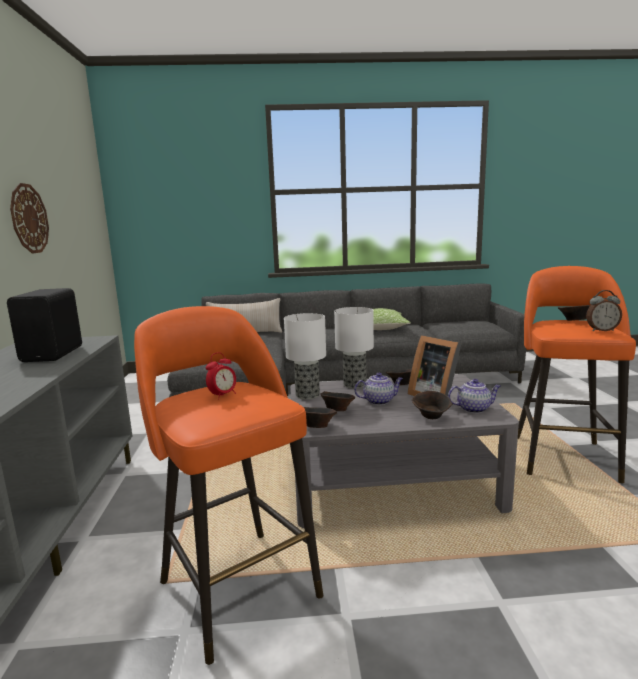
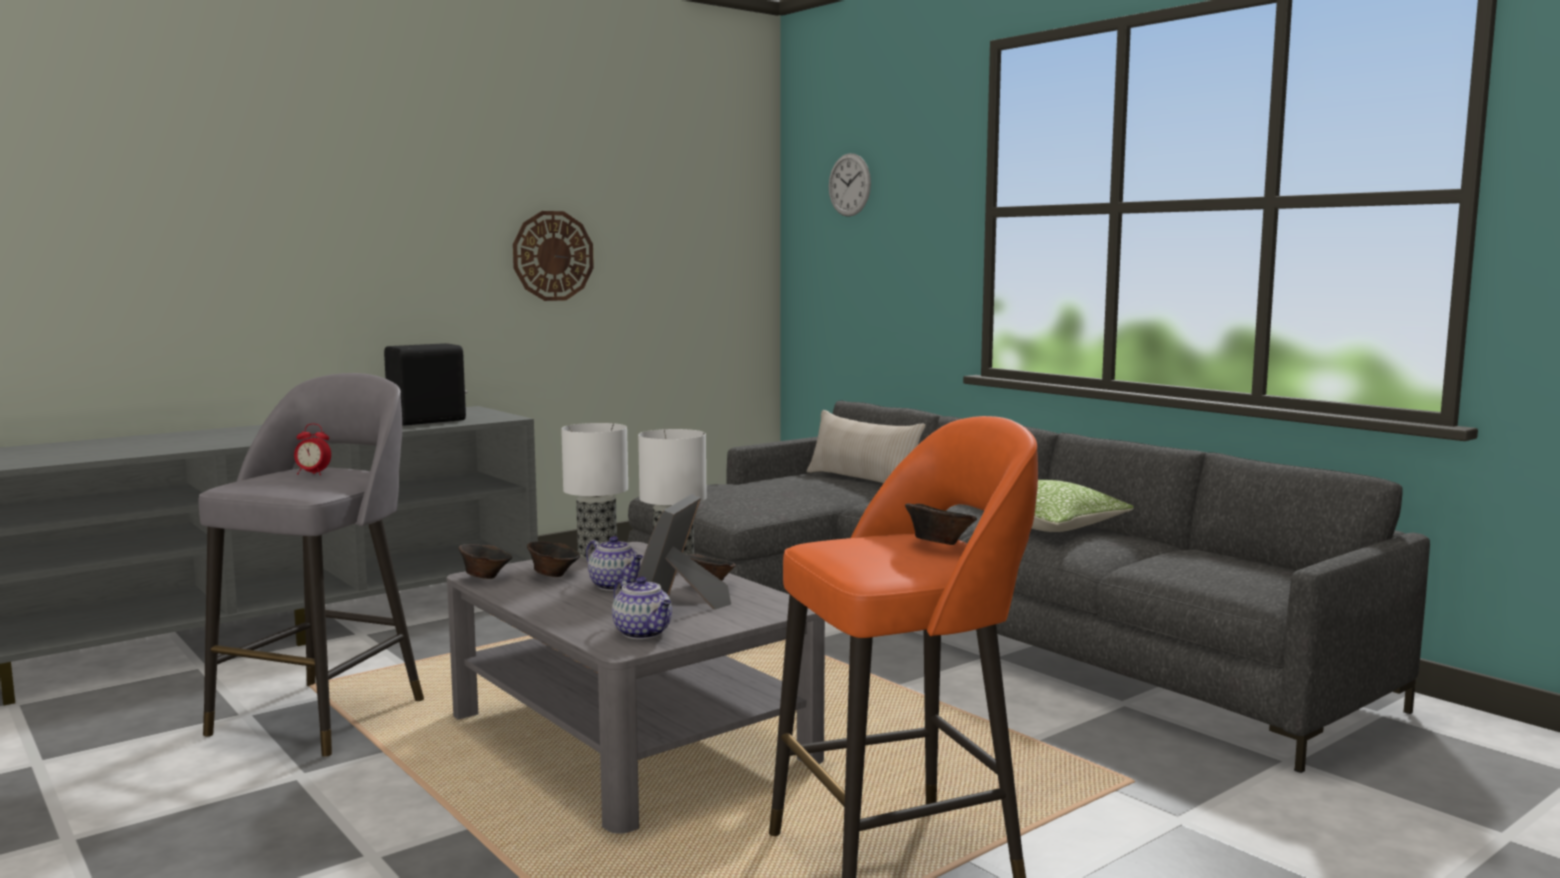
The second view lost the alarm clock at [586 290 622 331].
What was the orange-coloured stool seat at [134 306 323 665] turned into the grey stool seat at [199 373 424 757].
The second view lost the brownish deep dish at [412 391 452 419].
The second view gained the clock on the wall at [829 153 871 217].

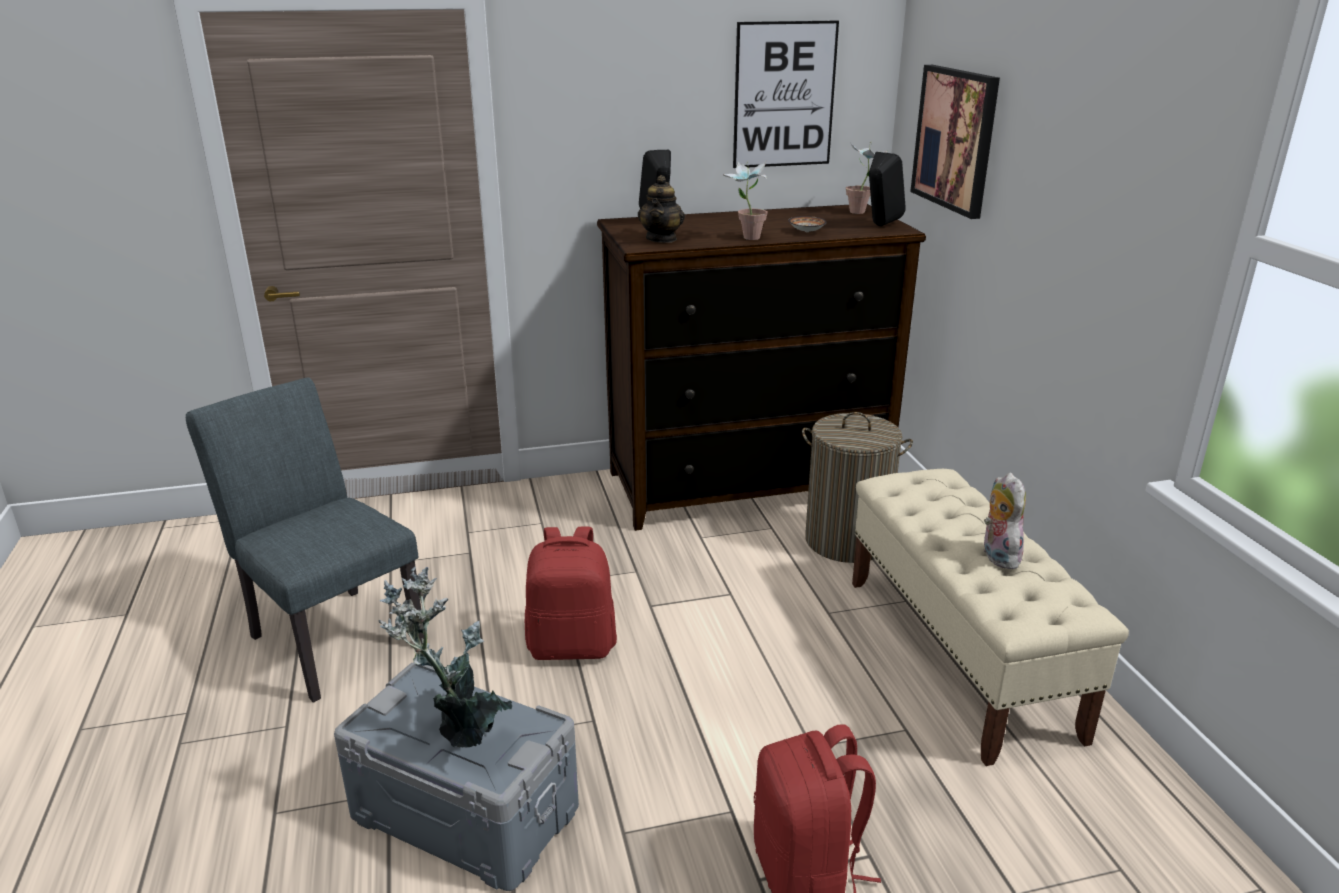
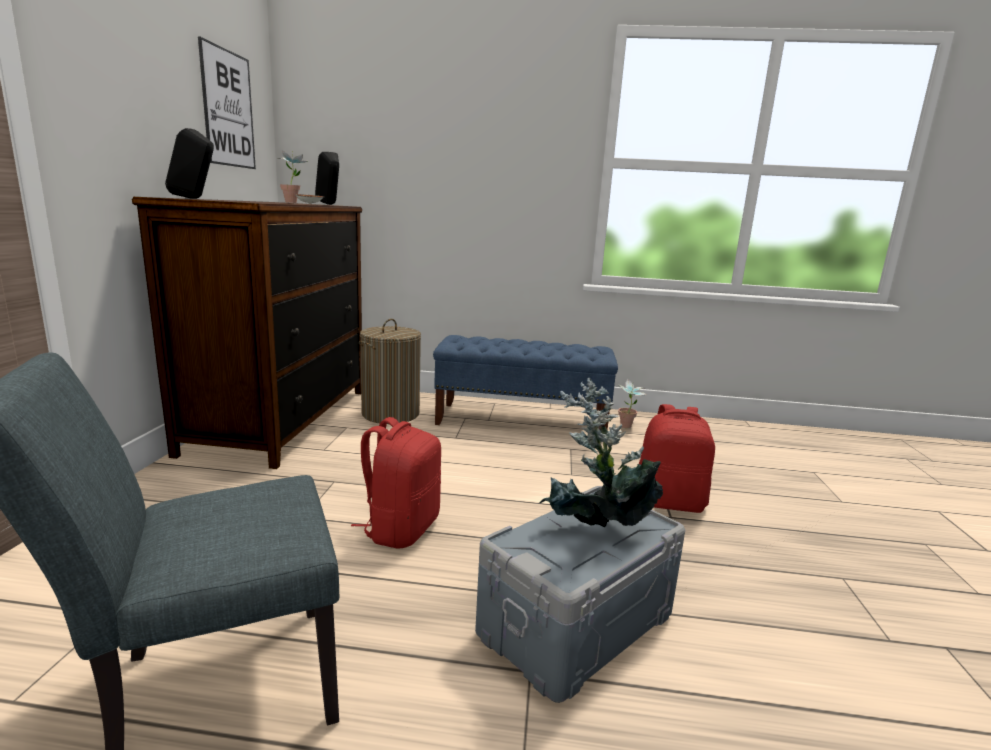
The second view lost the wall art at [910 65 1000 219].
The potted plant ended up elsewhere, having gone from [723 160 768 240] to [618 378 646 428].
The second view lost the teapot at [638 175 685 243].
What was the beige-coloured bench at [852 469 1129 766] turned into the blue-coloured bench at [433 335 618 430].
The second view lost the cuddly toy at [984 473 1026 569].

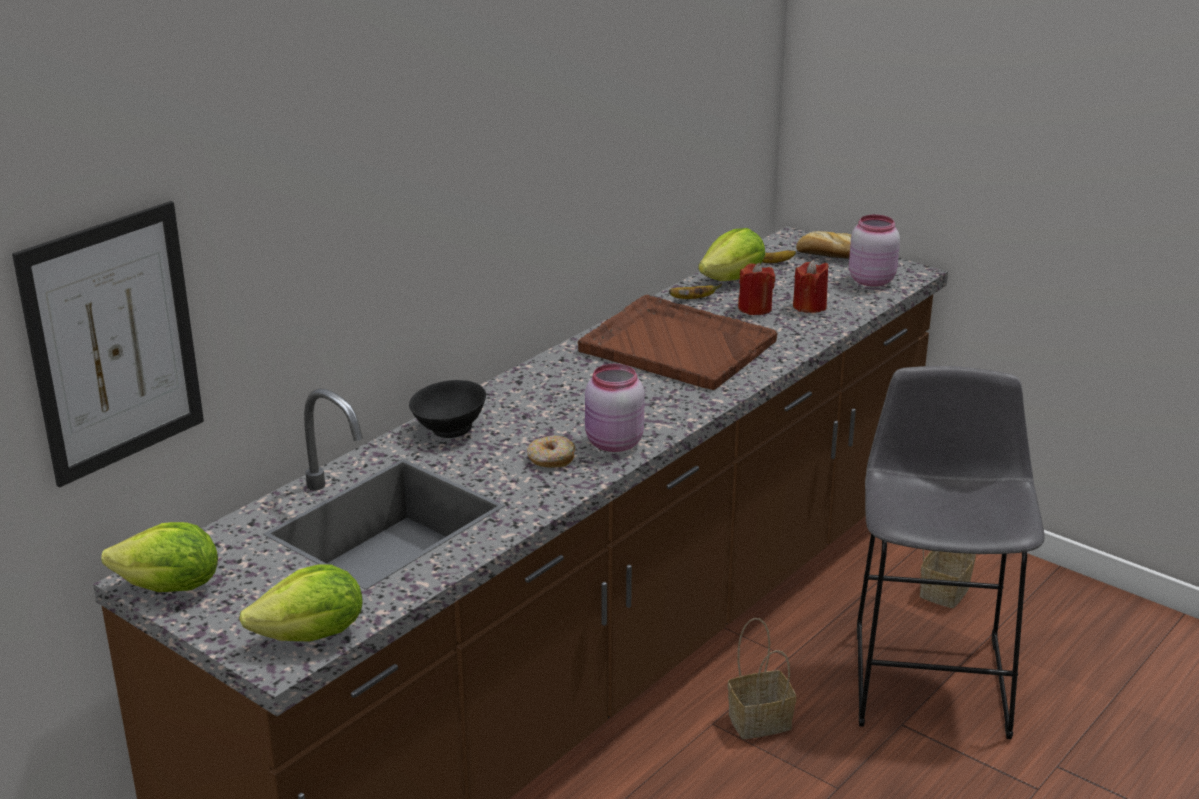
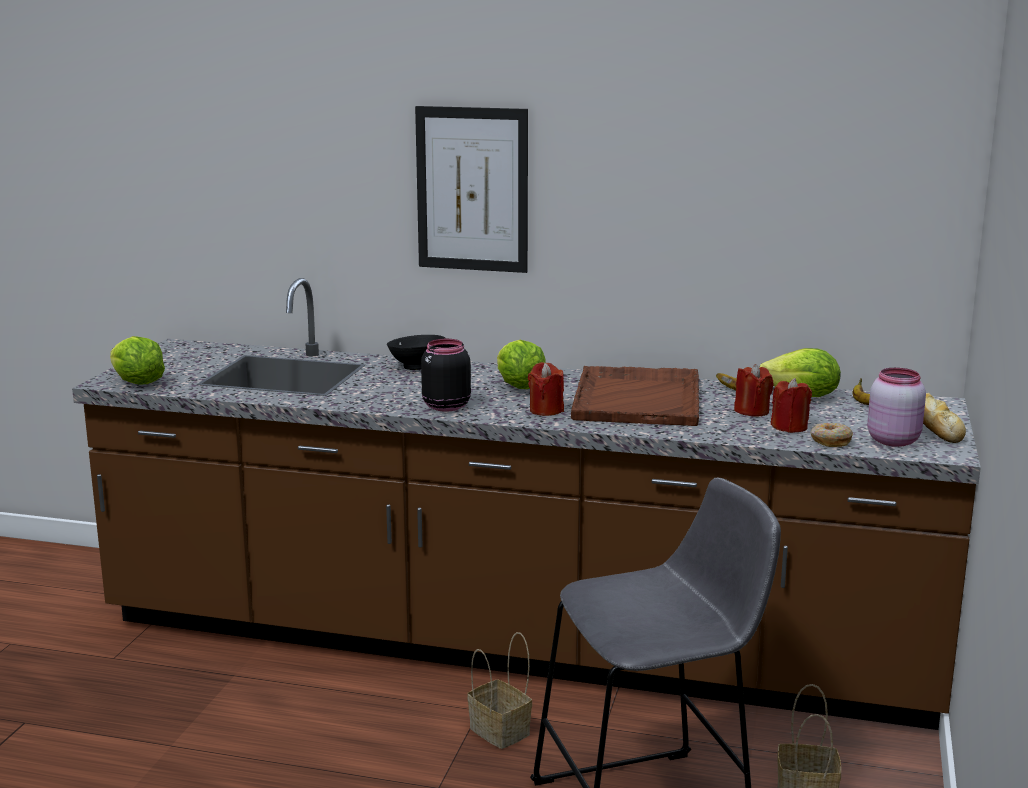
The wall art ended up elsewhere, having gone from [12 201 204 487] to [415 106 528 273].
What was the pink jar at [585 364 645 452] turned into the black-coloured jar at [421 339 471 412].
The donut ended up elsewhere, having gone from [527 436 575 468] to [811 423 853 447].
The lettuce head ended up elsewhere, having gone from [101 522 218 592] to [497 340 545 389].
The second view gained the reddish wax light at [528 362 564 416].

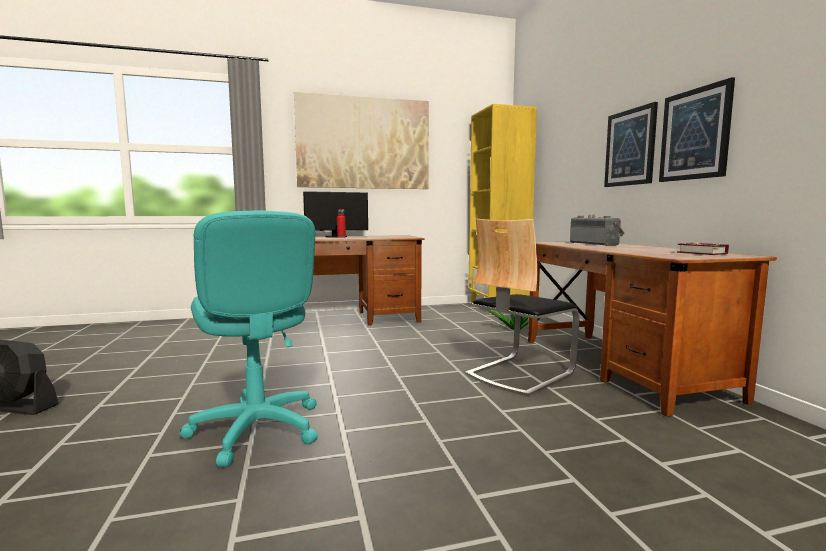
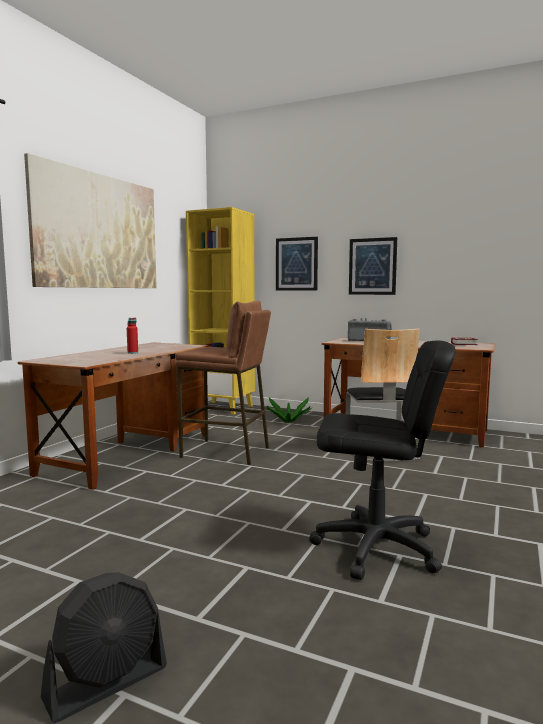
The wall art ended up elsewhere, having gone from [659 77 735 182] to [276 237 318 291].
The second view lost the monitor at [303 191 368 238].
What was the blue-green office chair at [179 211 318 467] turned into the black-coloured office chair at [309 340 456 580].
The second view gained the brownish stool seat at [175 301 271 465].

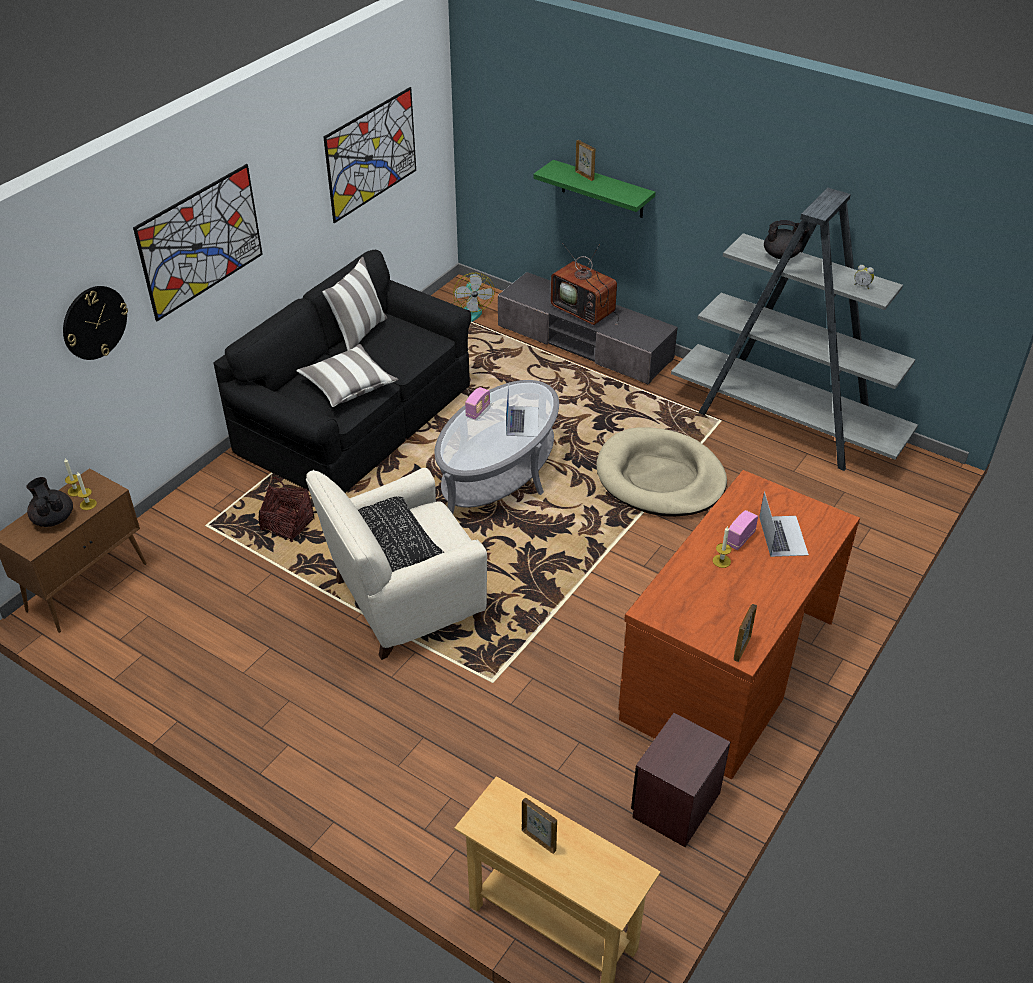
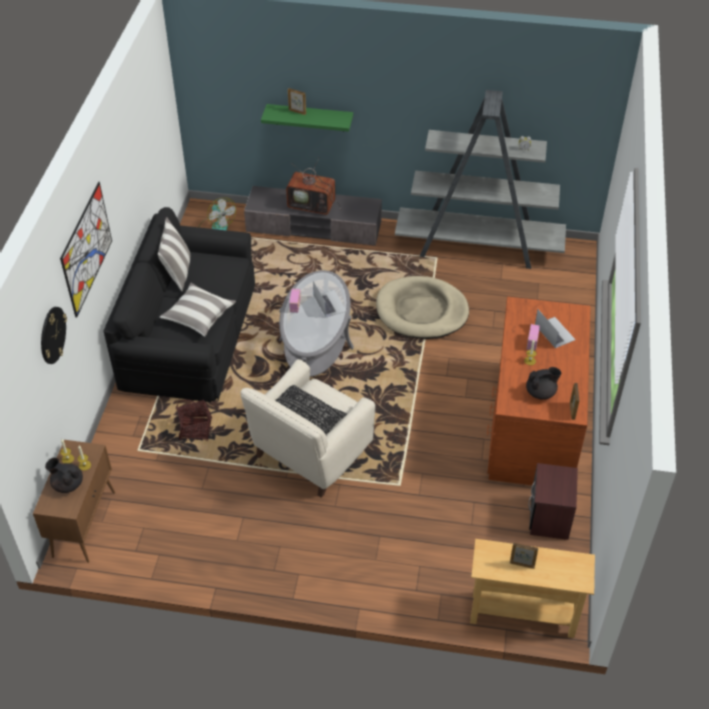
The second view lost the wall art at [323 87 416 223].
The black-coloured teapot ended up elsewhere, having gone from [764 220 809 259] to [526 367 561 400].

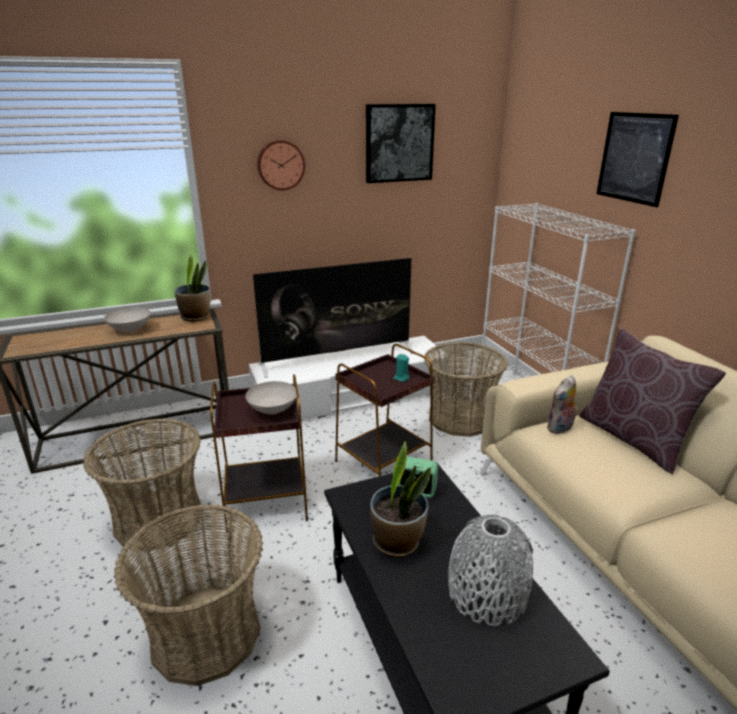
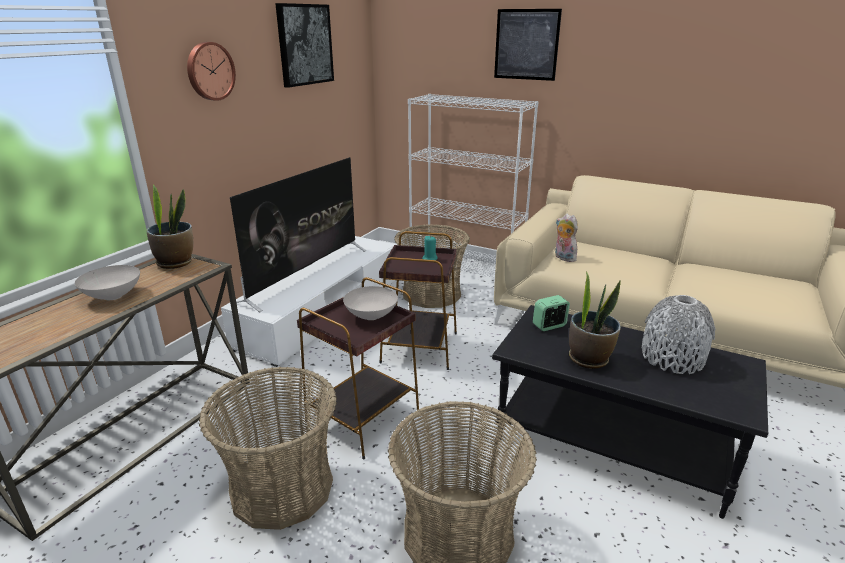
The second view lost the brownish throw pillow at [579 329 726 474].
The cuddly toy at [546 375 578 434] ended up facing another way, 135 degrees clockwise from before.

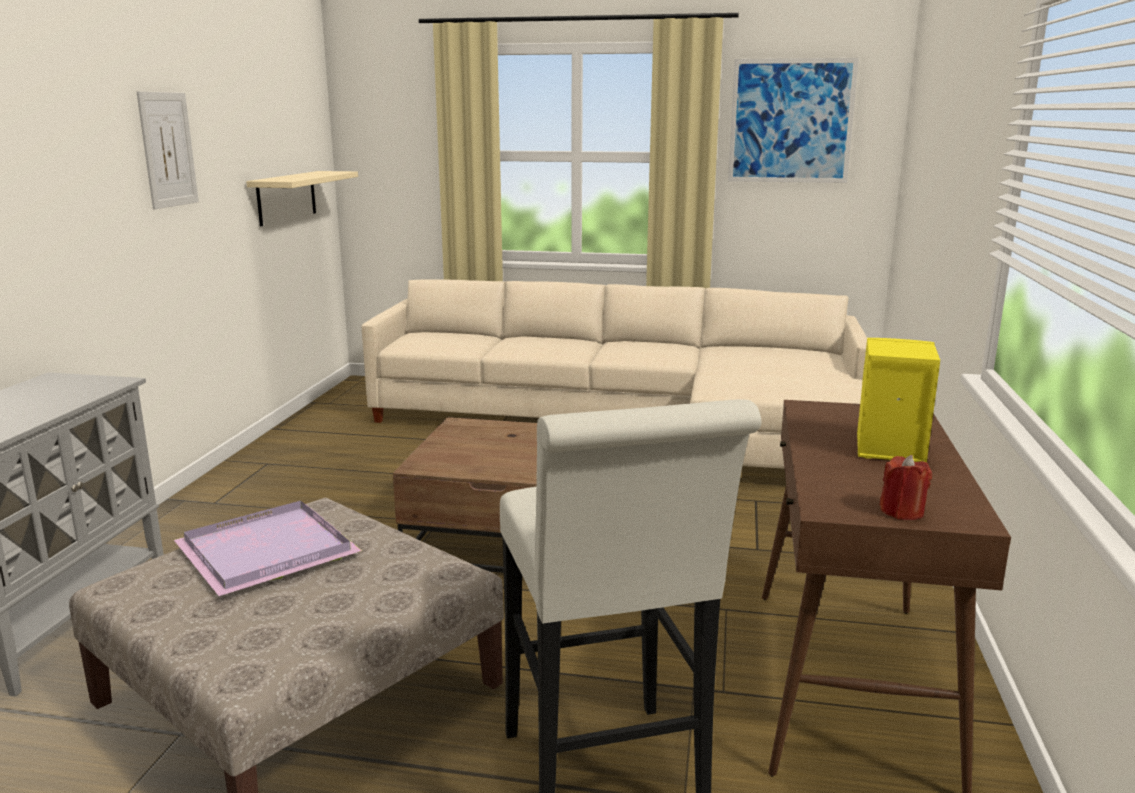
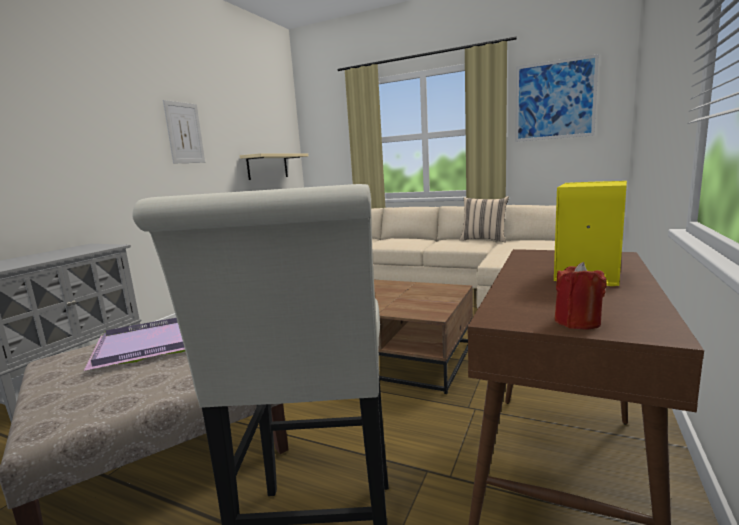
The second view gained the beige-coloured throw pillow at [460 196 509 242].

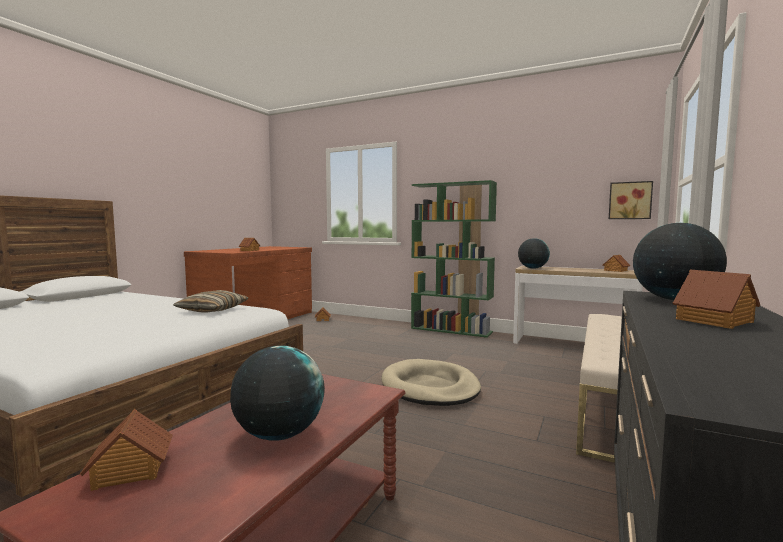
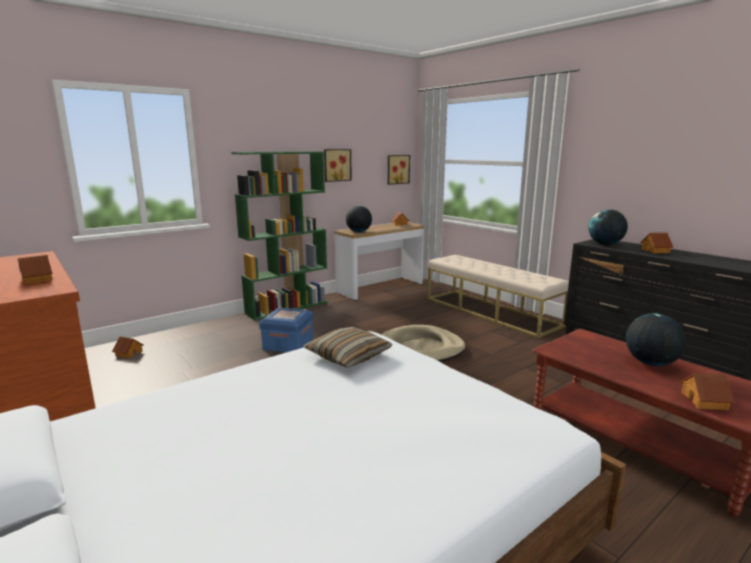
The second view gained the wall art at [324 149 352 182].
The second view gained the blue-coloured storage container at [259 307 313 352].

